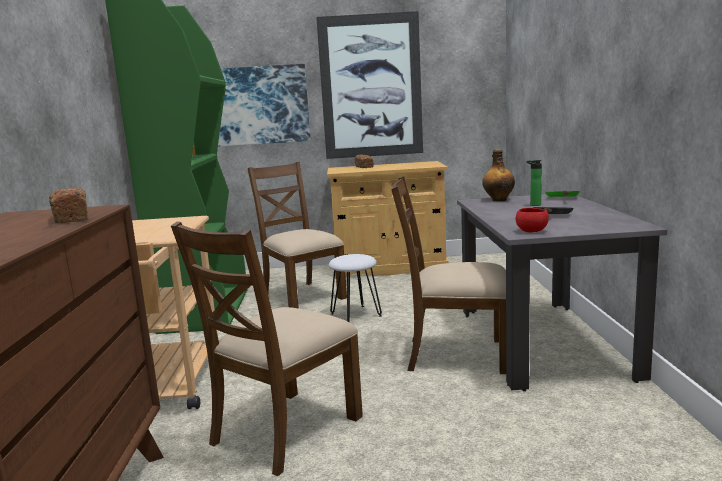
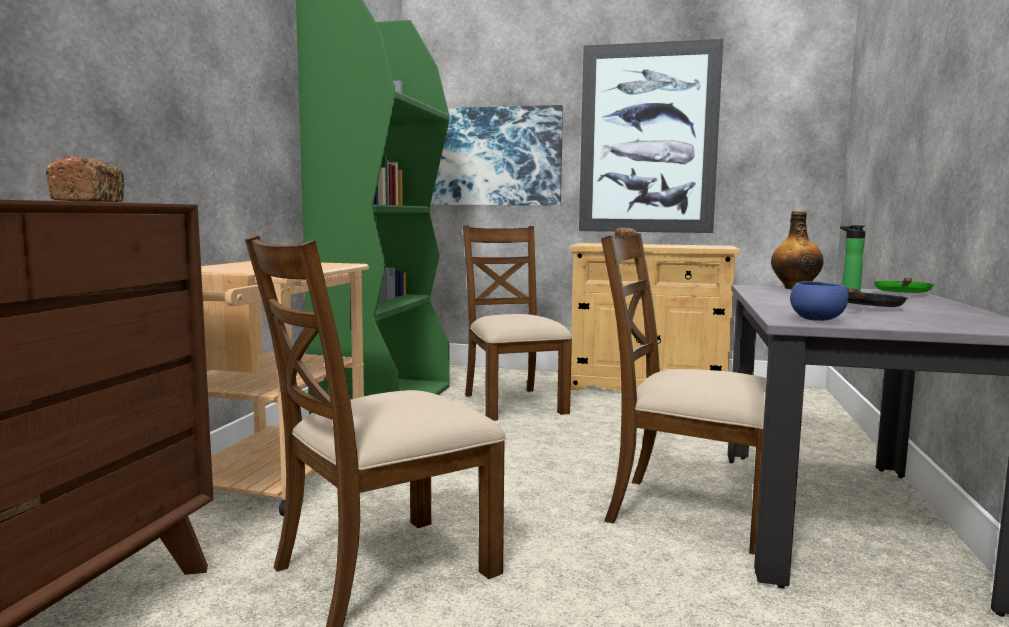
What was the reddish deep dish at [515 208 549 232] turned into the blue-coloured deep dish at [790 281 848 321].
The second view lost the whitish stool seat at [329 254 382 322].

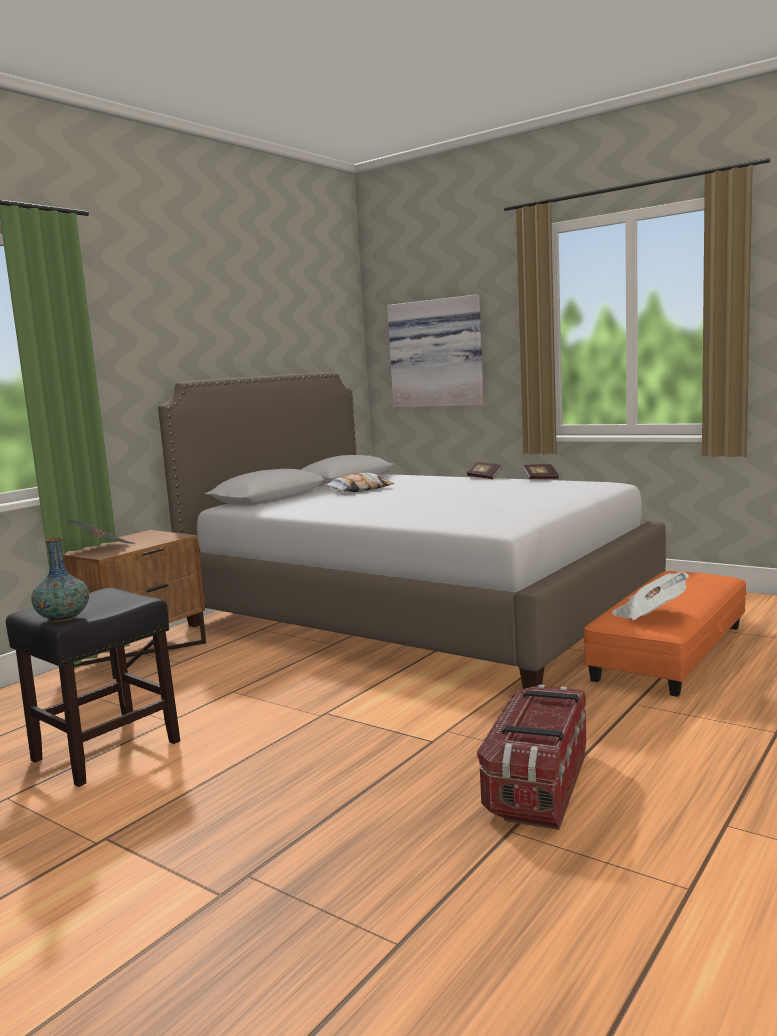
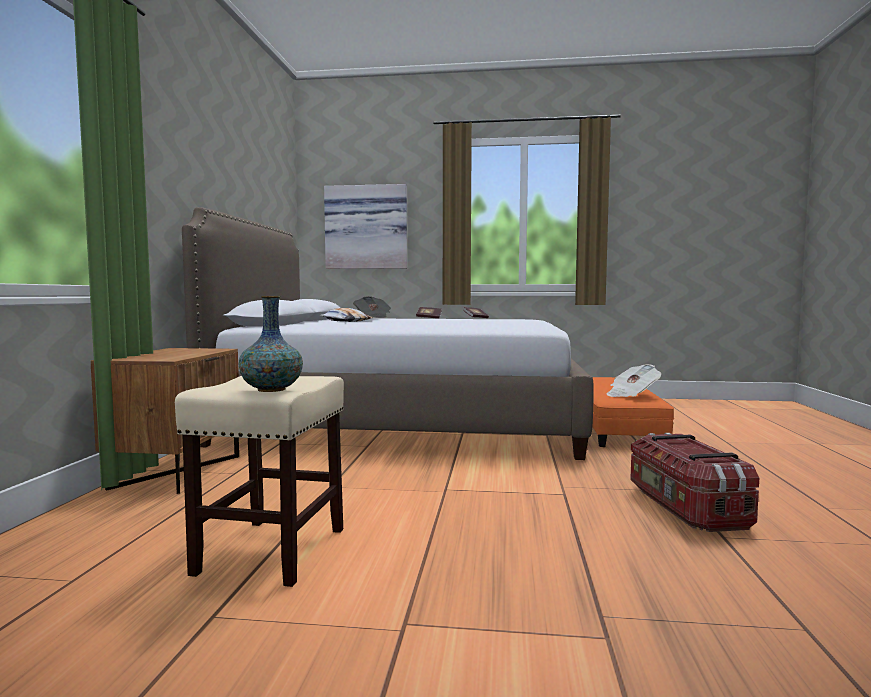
The daily paper ended up elsewhere, having gone from [66 520 135 544] to [353 296 391 318].
What was the black-coloured stool seat at [6 588 180 787] turned into the beige-coloured stool seat at [175 376 344 587].

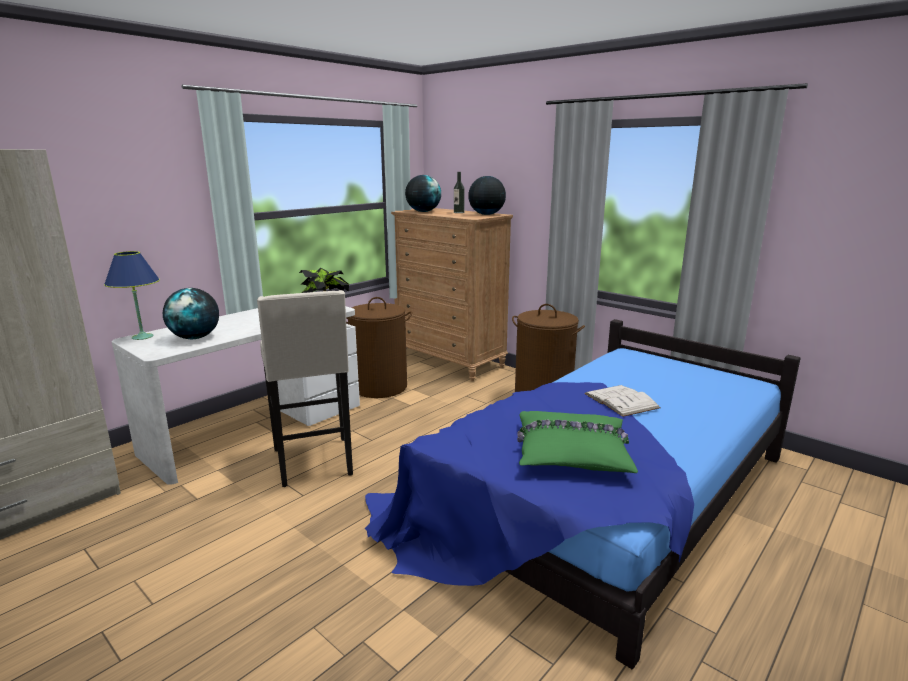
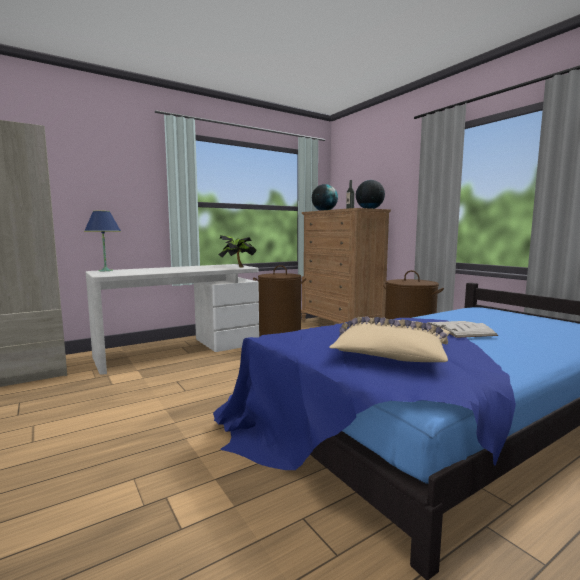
The second view lost the world globe at [163 288 219 339].
The second view lost the beige-coloured stool seat at [257 290 353 487].
What was the green throw pillow at [517 411 638 473] turned into the beige-coloured throw pillow at [329 316 450 362].

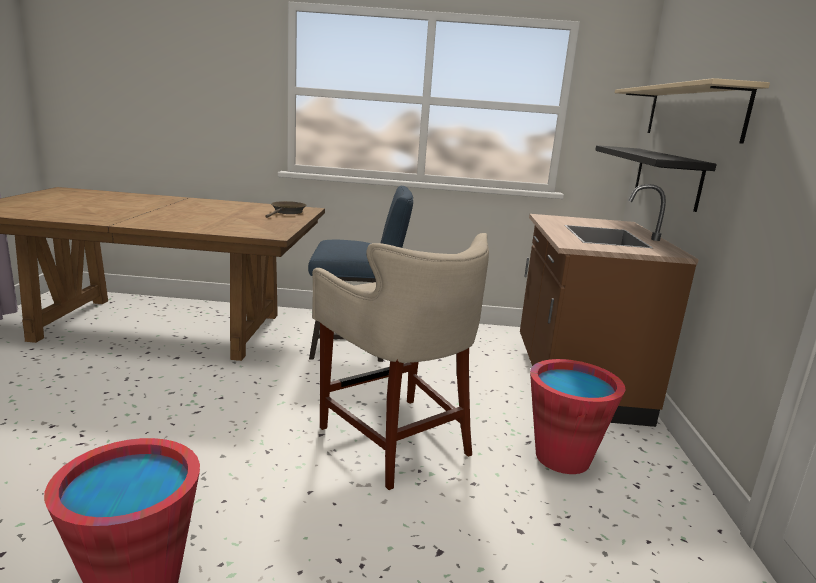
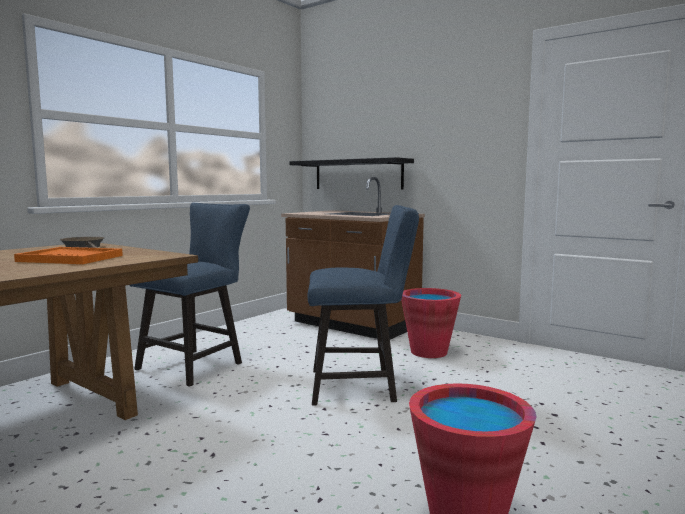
The second view lost the beige-coloured shelf at [615 78 770 144].
Where the beige-coloured stool seat stood at [312 233 489 490], the blue-coloured upright chair came to stand at [308 205 419 406].
The second view gained the orange-coloured tray at [14 247 123 264].

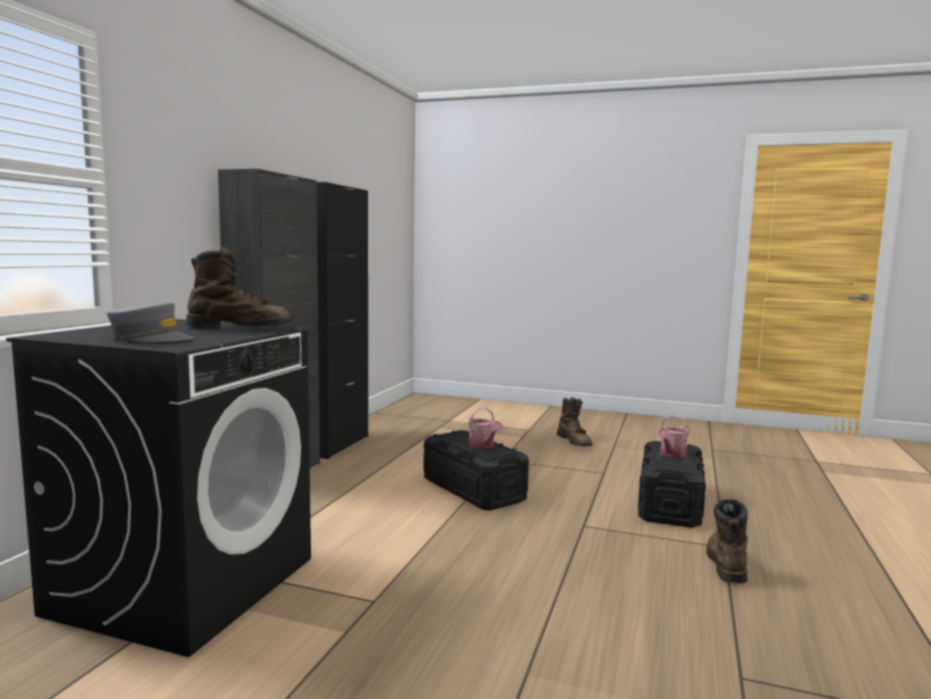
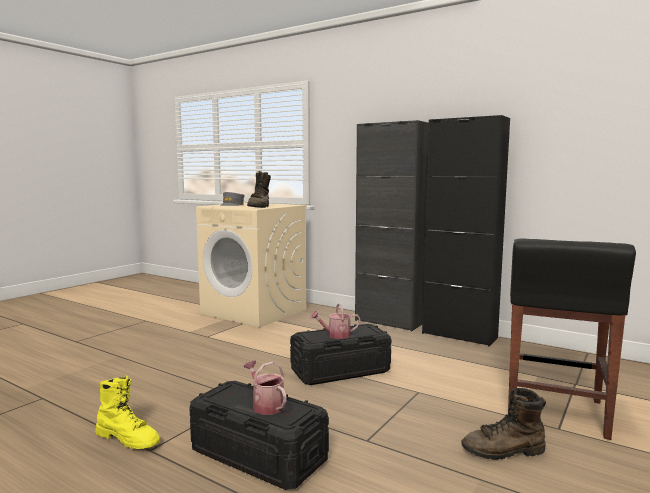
What was the black-coloured laundry appliance at [6 319 311 657] turned into the beige-coloured laundry appliance at [196 203 307 328].
What was the brownish tall boot at [706 499 748 583] turned into the yellow tall boot at [95 375 160 449].
The second view gained the black-coloured stool seat at [508 238 636 440].

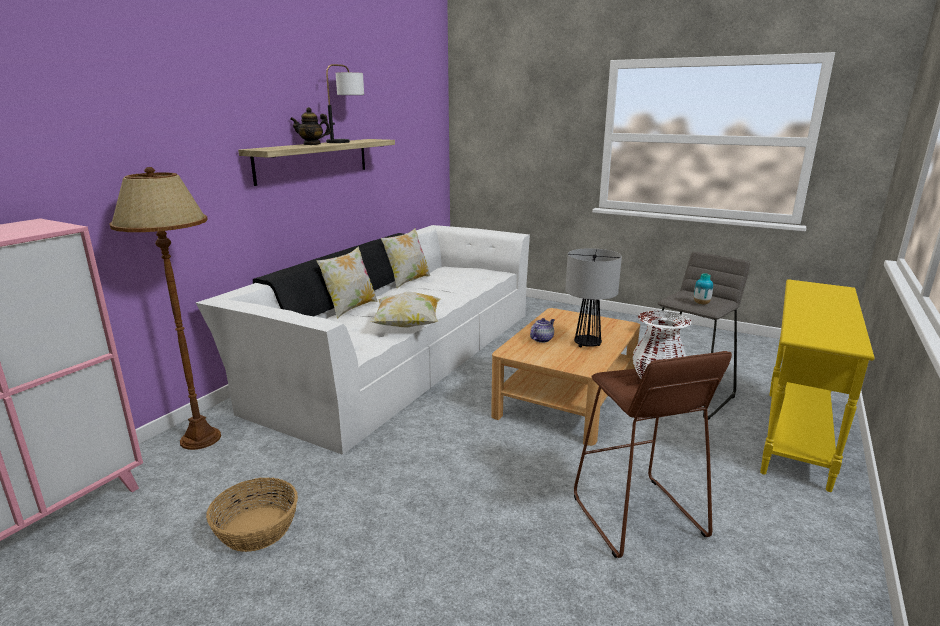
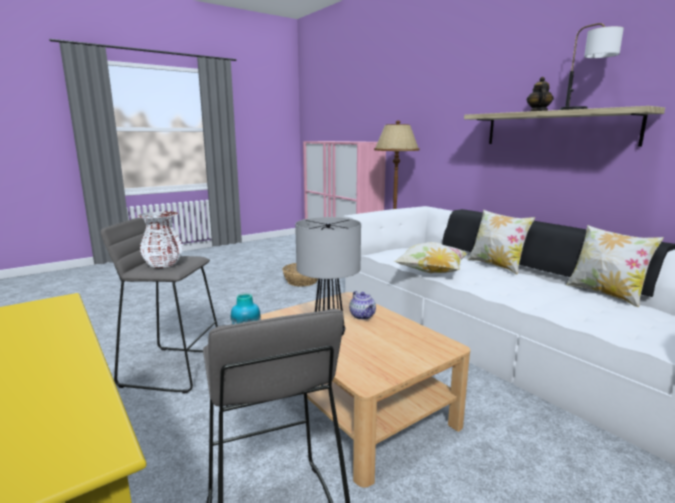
What was the brownish stool seat at [574 351 732 558] turned into the grey stool seat at [101 218 218 393].

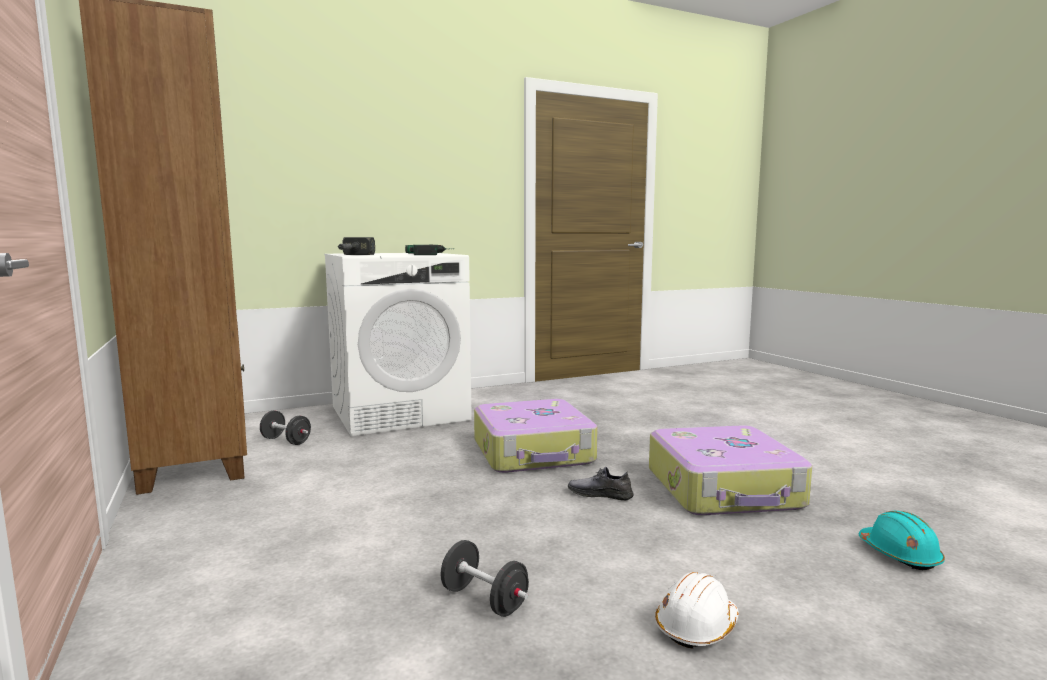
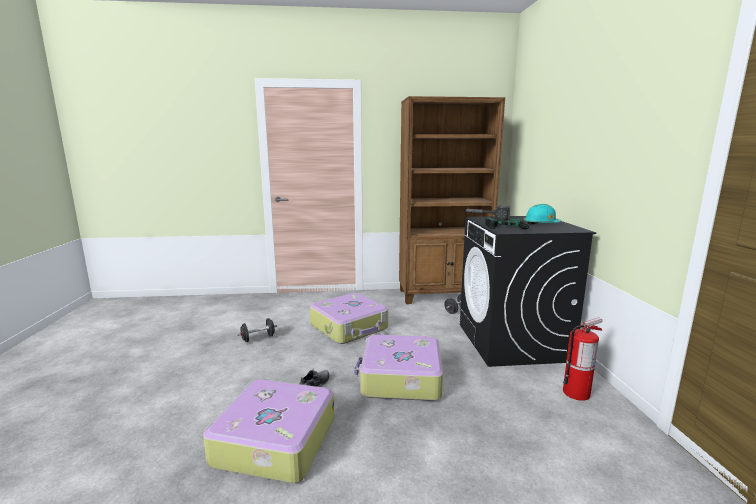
What was the whitish laundry appliance at [324 253 472 436] turned into the black-coloured laundry appliance at [460 216 596 367].
The blue-green safety helmet ended up elsewhere, having gone from [859 511 945 570] to [524 204 562 225].
The second view lost the whitish safety helmet at [655 572 739 649].
The second view gained the travel case at [310 293 388 344].
The second view gained the fire extinguisher at [563 317 603 401].

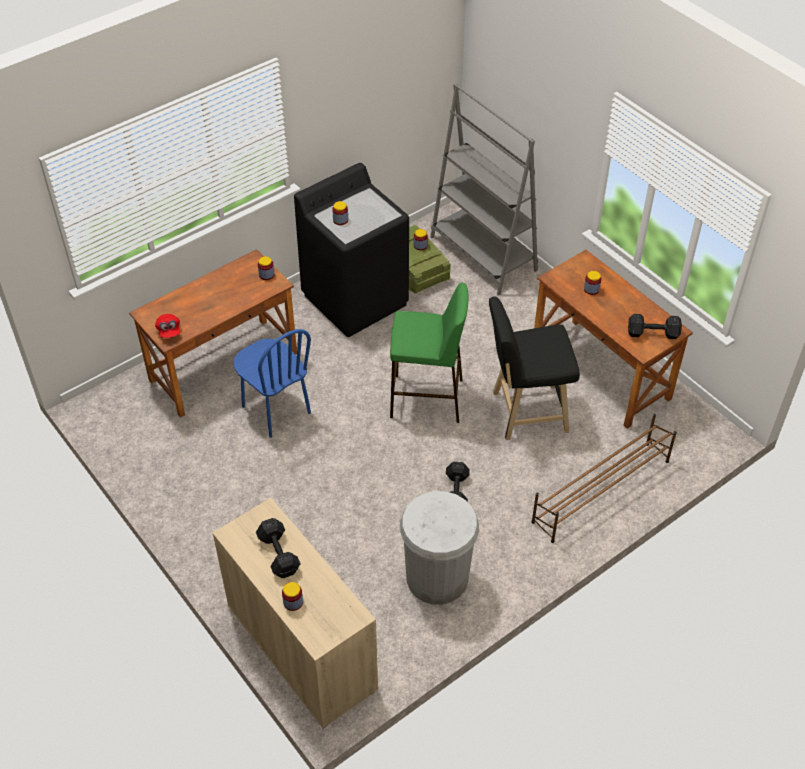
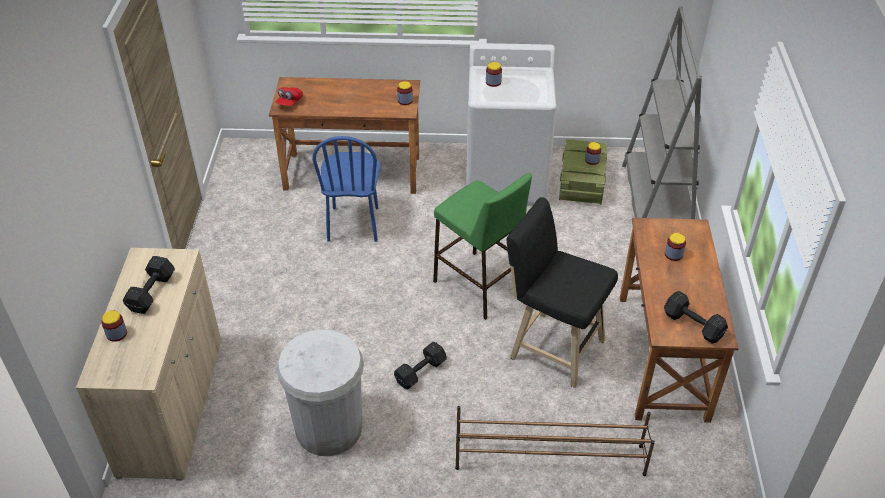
What was the black-coloured laundry appliance at [294 163 409 337] turned into the whitish laundry appliance at [466 43 557 206].

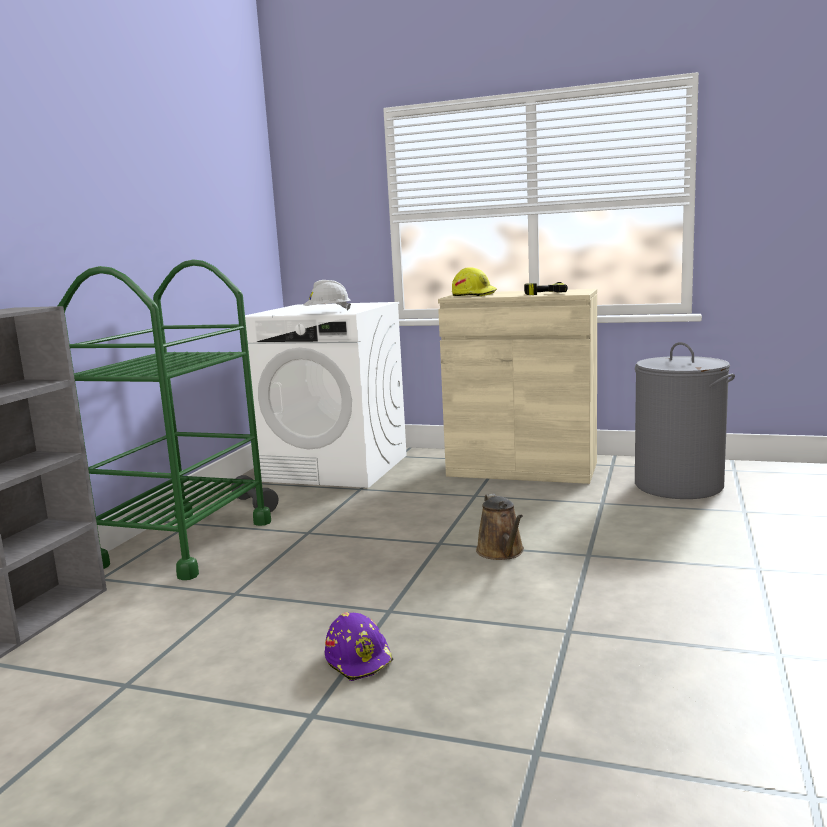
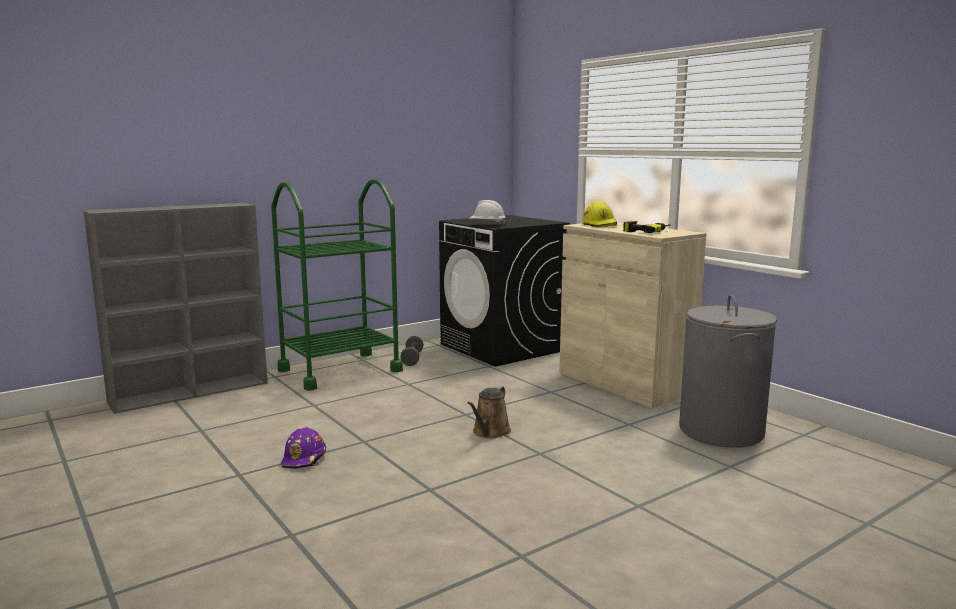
What was the whitish laundry appliance at [245 302 407 488] turned into the black-coloured laundry appliance at [439 215 570 367].

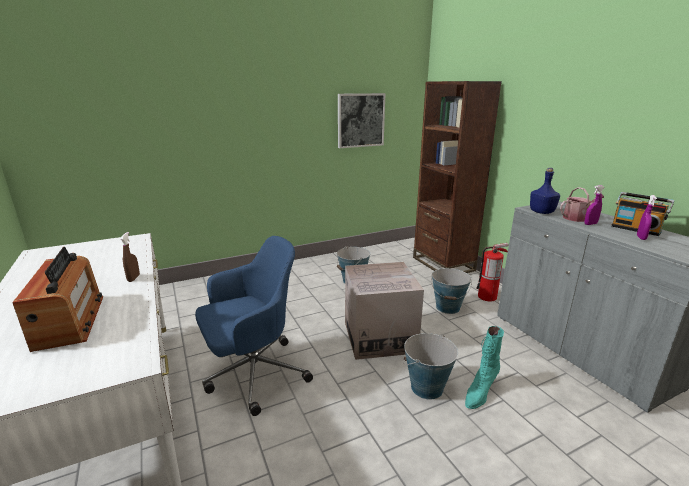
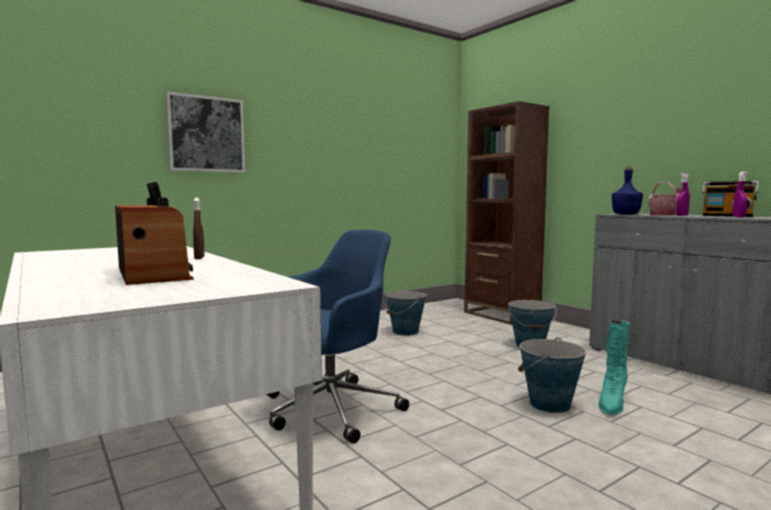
The wall art ended up elsewhere, having gone from [338 93 386 148] to [165 91 245 172].
The second view lost the fire extinguisher at [476 243 509 301].
The second view lost the carton at [345 262 424 360].

